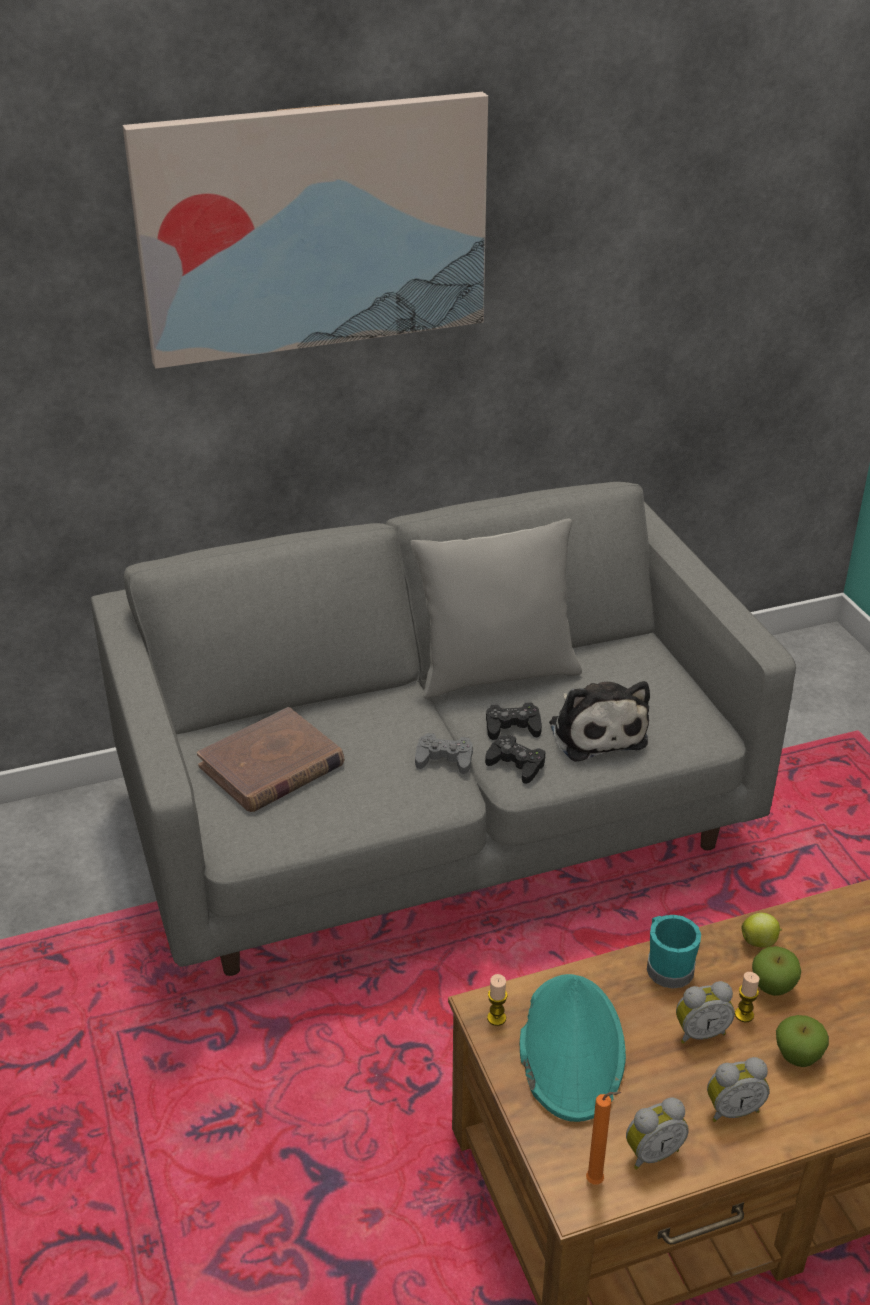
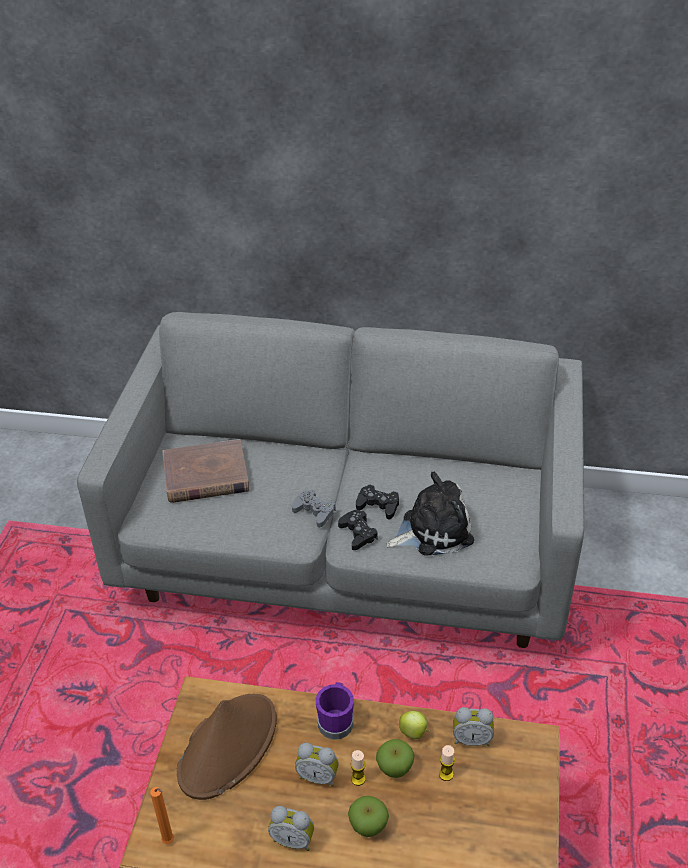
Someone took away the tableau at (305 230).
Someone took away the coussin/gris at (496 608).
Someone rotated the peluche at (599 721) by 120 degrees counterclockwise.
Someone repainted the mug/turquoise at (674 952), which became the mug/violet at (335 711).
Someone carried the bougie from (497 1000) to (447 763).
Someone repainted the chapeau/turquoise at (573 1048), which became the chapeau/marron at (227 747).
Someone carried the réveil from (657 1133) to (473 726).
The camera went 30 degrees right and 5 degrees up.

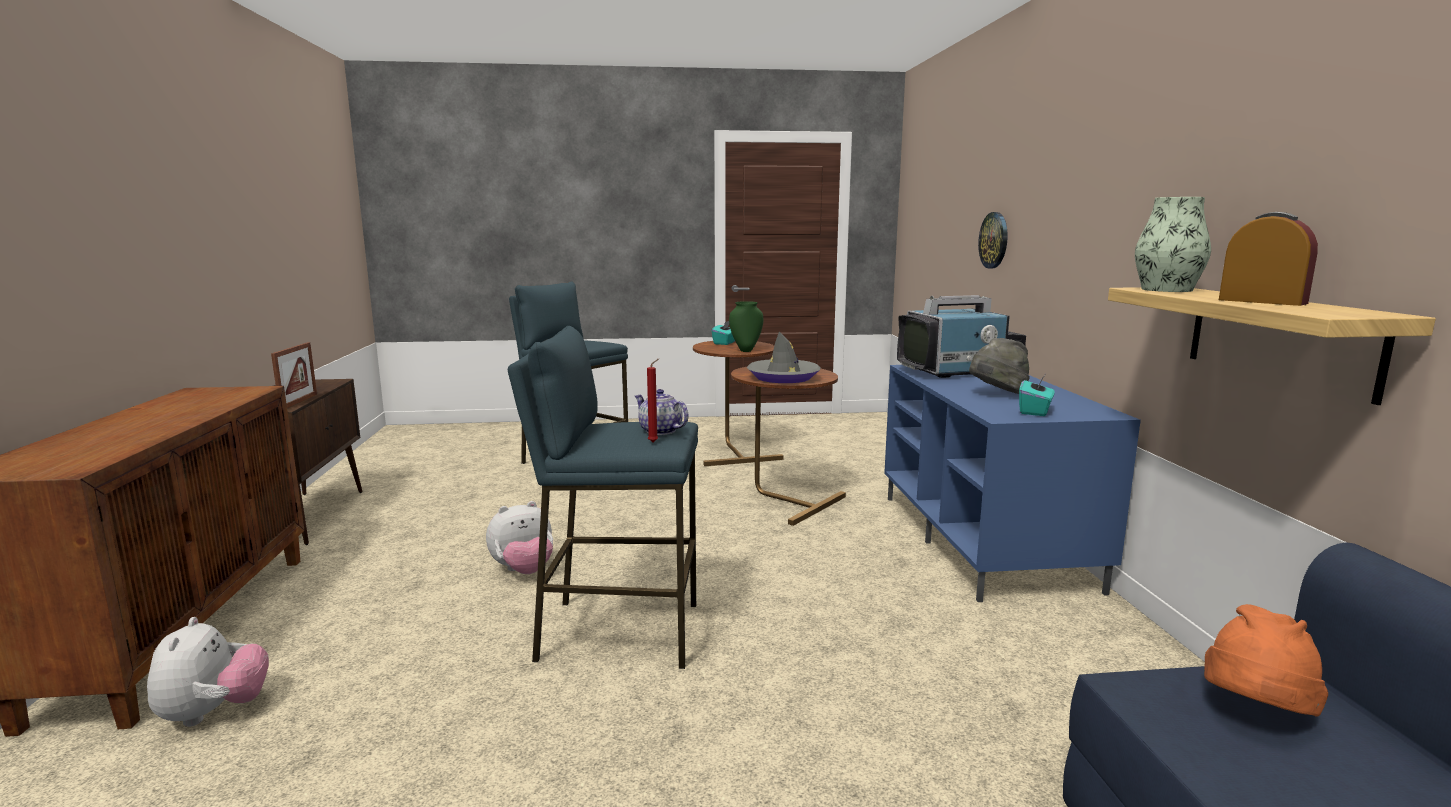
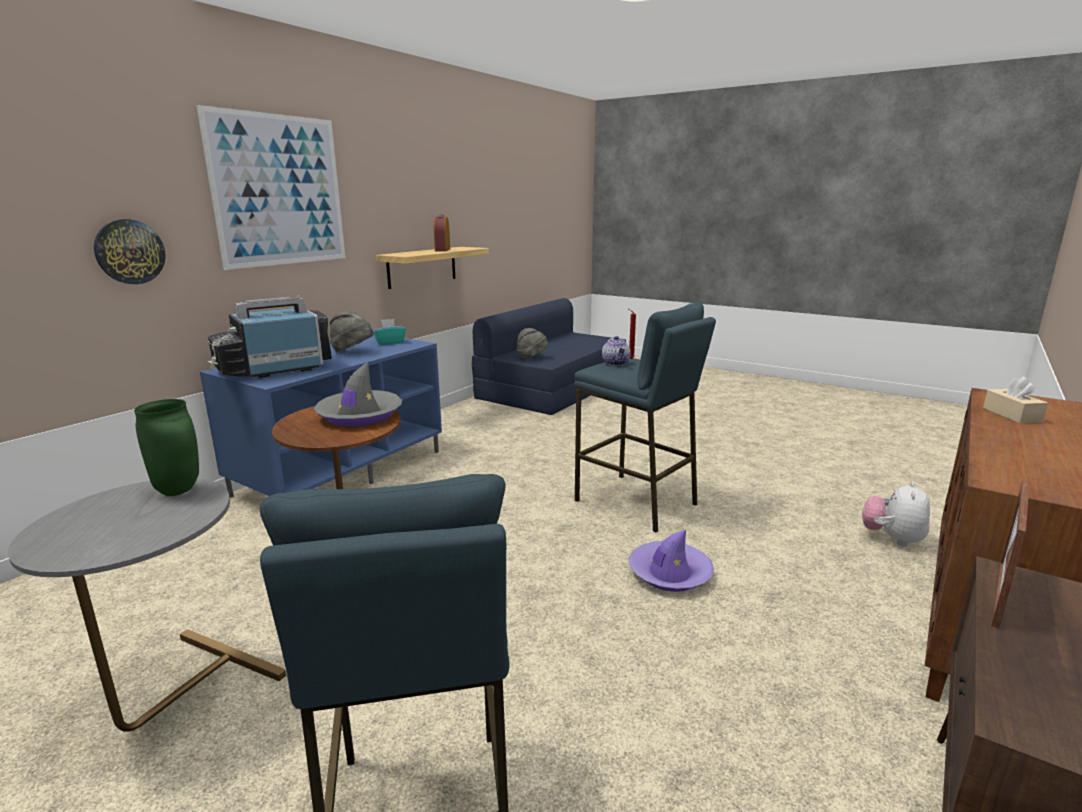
Someone took away the vase at (1173 244).
Someone rotated the téléviseur at (961 336) by 60 degrees counterclockwise.
Someone took away the boîte à mouchoirs/turquoise at (723 333).
Someone repainted the table d'appoint/marron at (738 403), which became the table d'appoint/gris at (147 605).
Someone swapped the peluche at (519 537) for the chapeau/violet at (671 561).
Someone repainted the chapeau/orange at (1266 660), which became the chapeau/gris at (532 343).
Someone put up the tableau at (270 187).
Someone put down the boîte à mouchoirs/beige at (1015 400).
The camera went 140 degrees left and 5 degrees up.

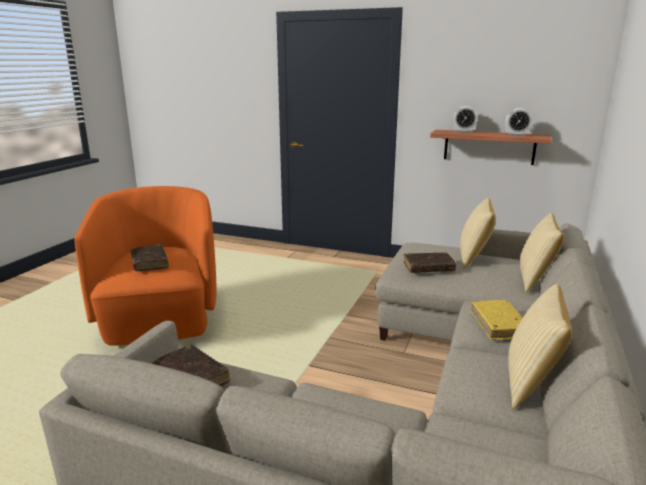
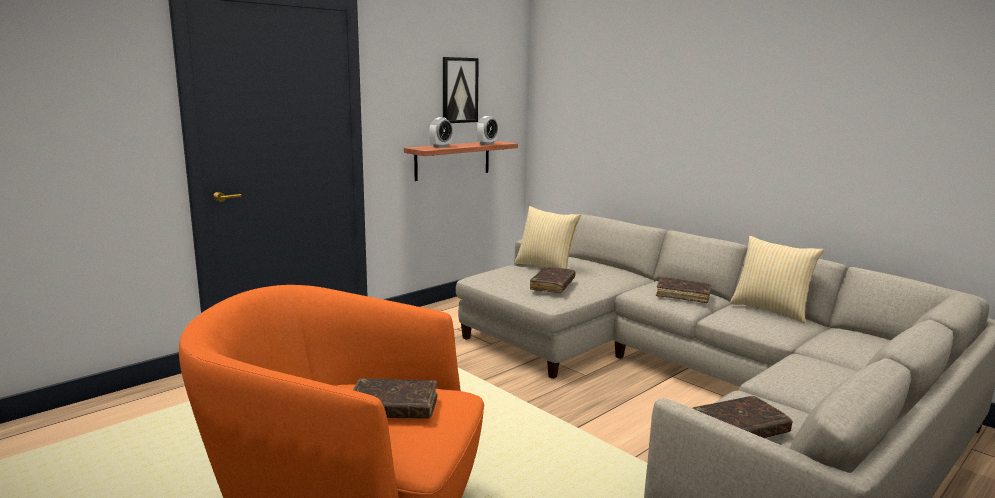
Someone took away the coussin at (542 252).
Someone repainted the livre/jaune at (496 320), which became the livre/marron at (684 290).
Someone put up the tableau at (461 90).
The camera went 65 degrees left and 5 degrees down.

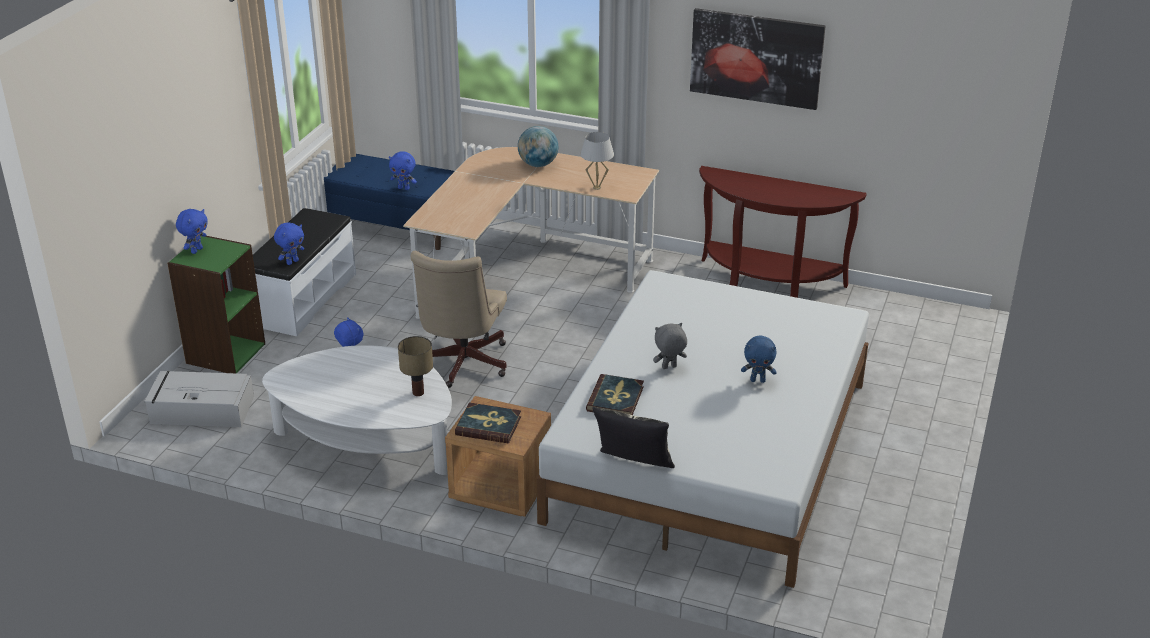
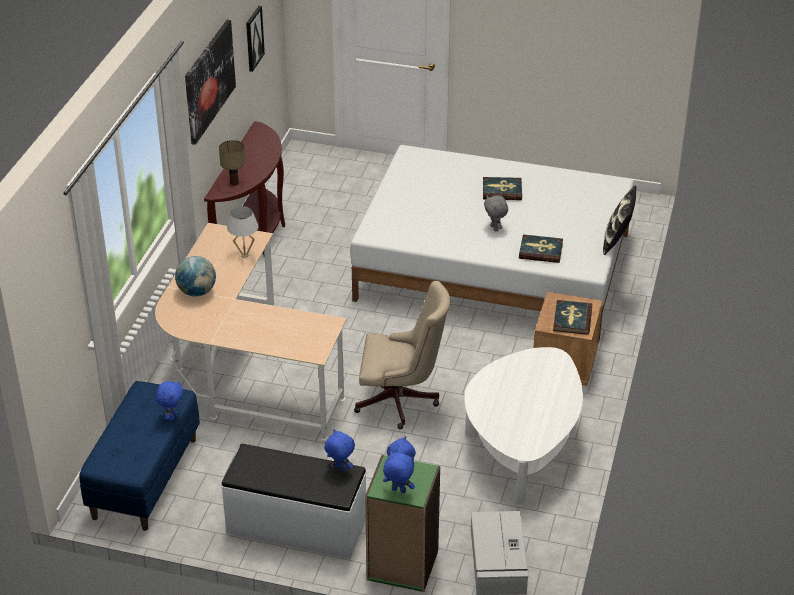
Someone swapped the peluche/bleu at (758 359) for the livre at (502 188).
Someone carried the lampe de table from (415 366) to (232 163).
Someone put up the tableau at (255 39).
The camera went 95 degrees left and 5 degrees up.

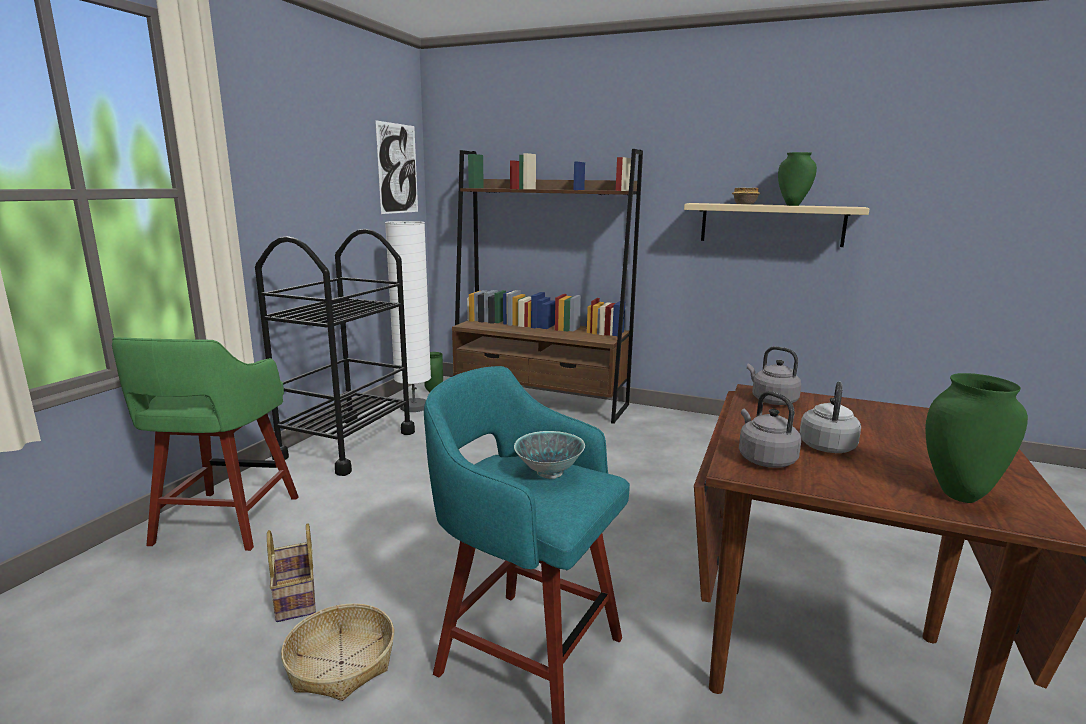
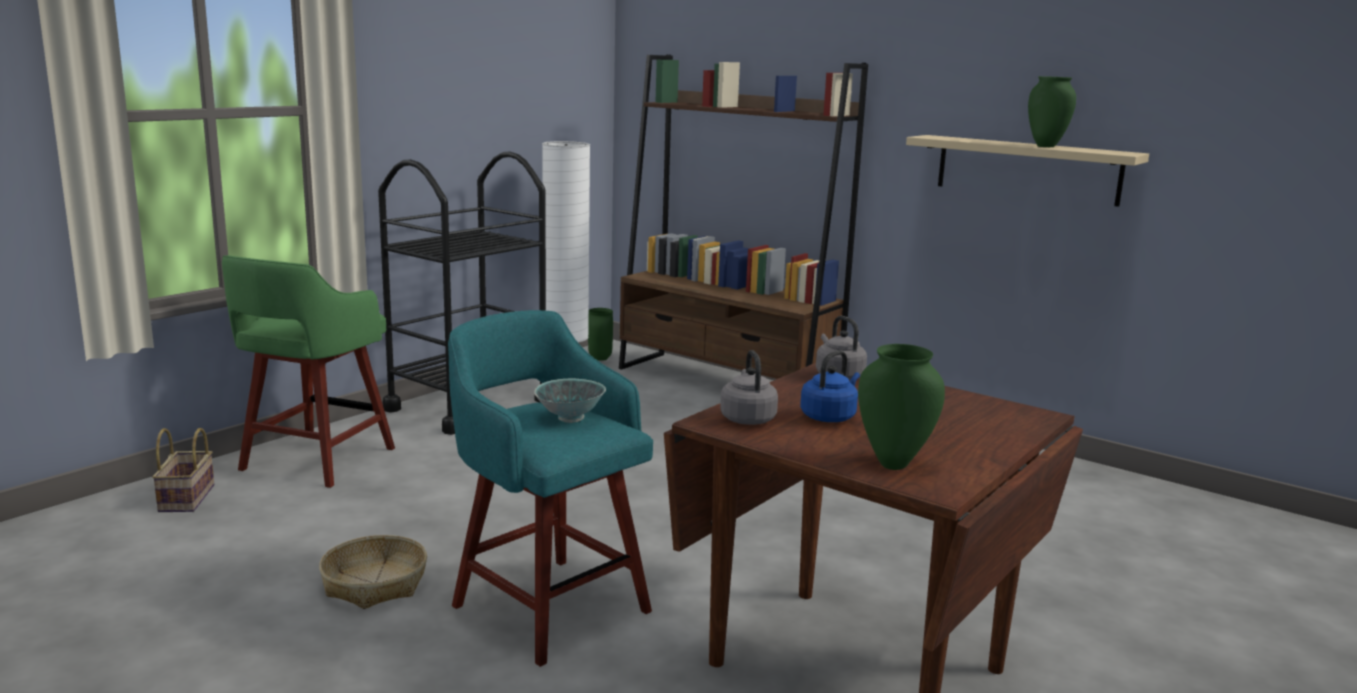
Someone took away the tableau at (396 167).
Someone took away the bol at (746 196).
Someone repainted the bouilloire/gris at (830 417), which became the bouilloire/bleu at (830 386).
Someone carried the panier from (291 572) to (183 470).
The camera went 15 degrees right and 0 degrees up.

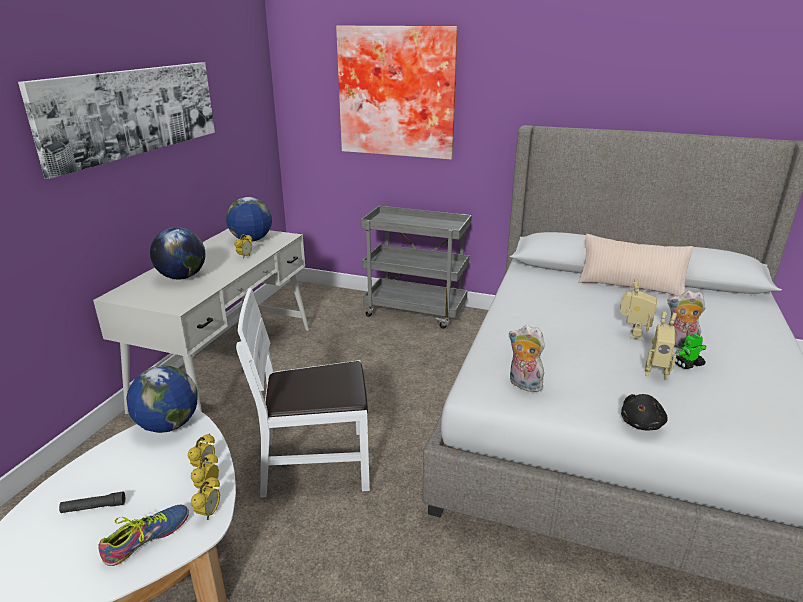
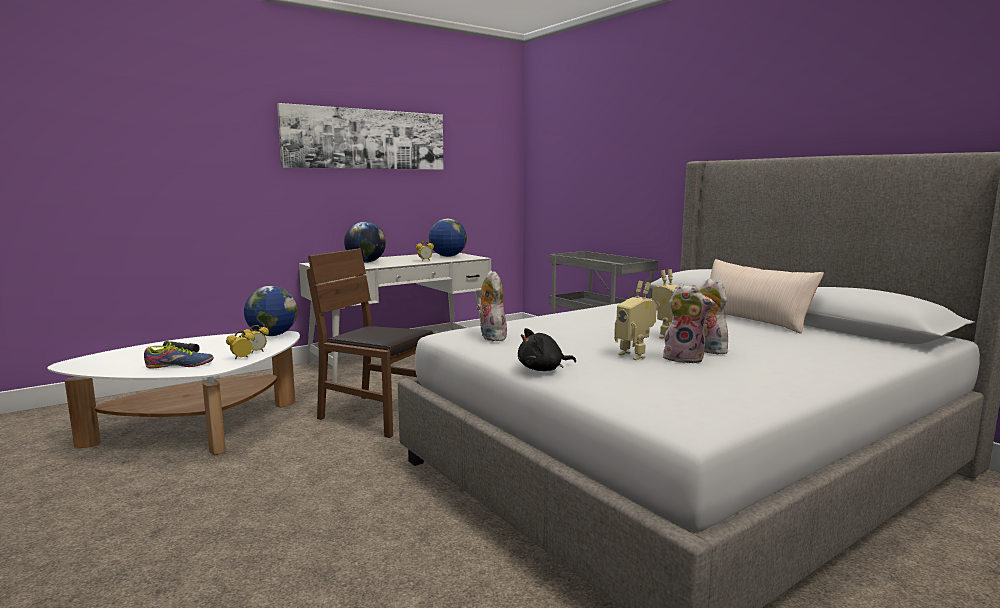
Someone took away the tableau at (397 92).
Someone repainted the chaise/blanc at (303 393), which became the chaise/marron at (371 343).
Someone swapped the robot jouet at (689 351) for the peluche at (689 324).
Someone took away the réveil at (205 498).
The camera went 35 degrees right and 15 degrees down.

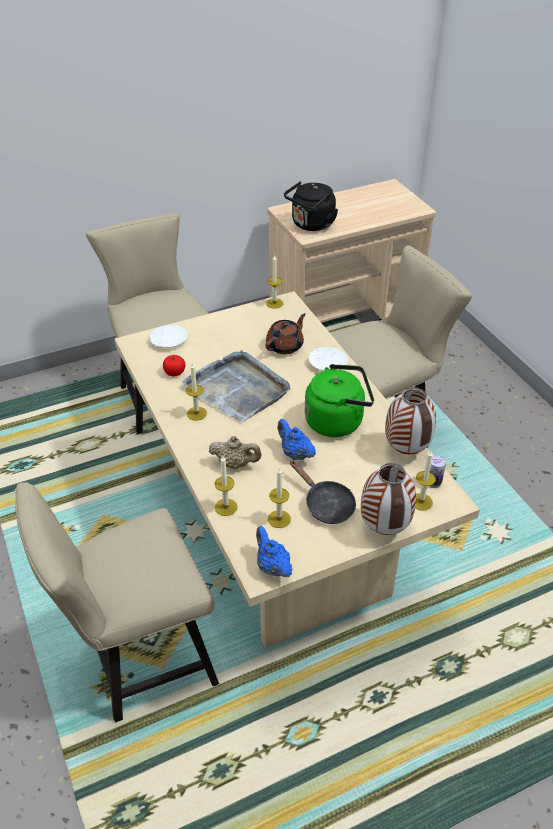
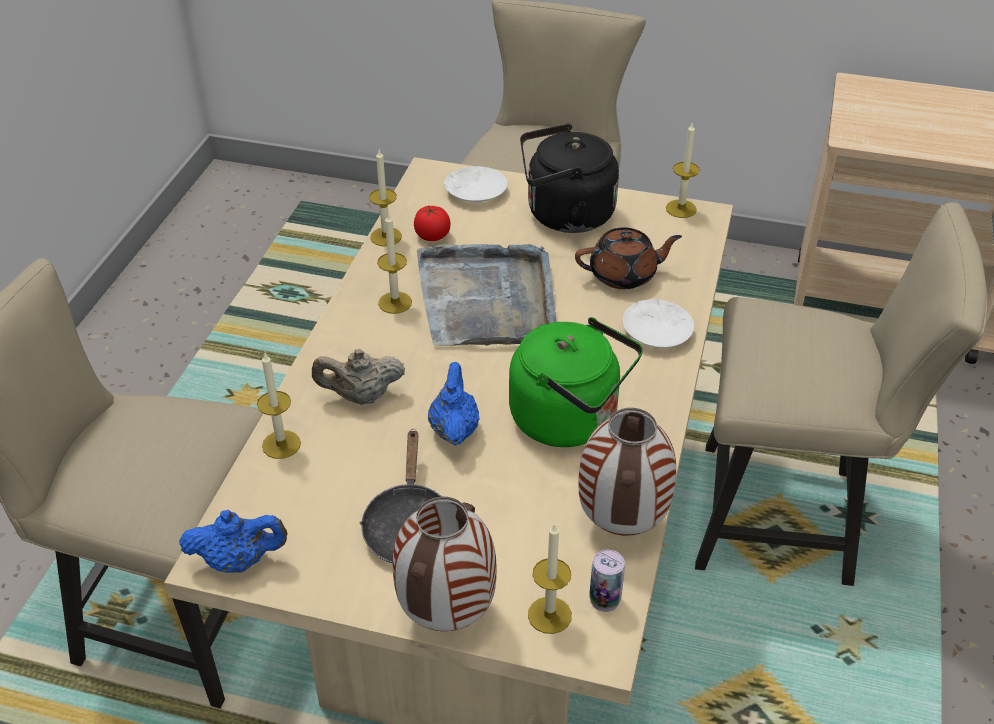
Someone carried the bouilloire/noir from (311 206) to (569 178).
Someone rotated the théière/beige at (235 452) by 120 degrees clockwise.
Someone carried the bougie from (279 497) to (385 198).
Someone rotated the théière/bleu at (274 551) by 75 degrees clockwise.
The camera went 40 degrees right and 0 degrees up.

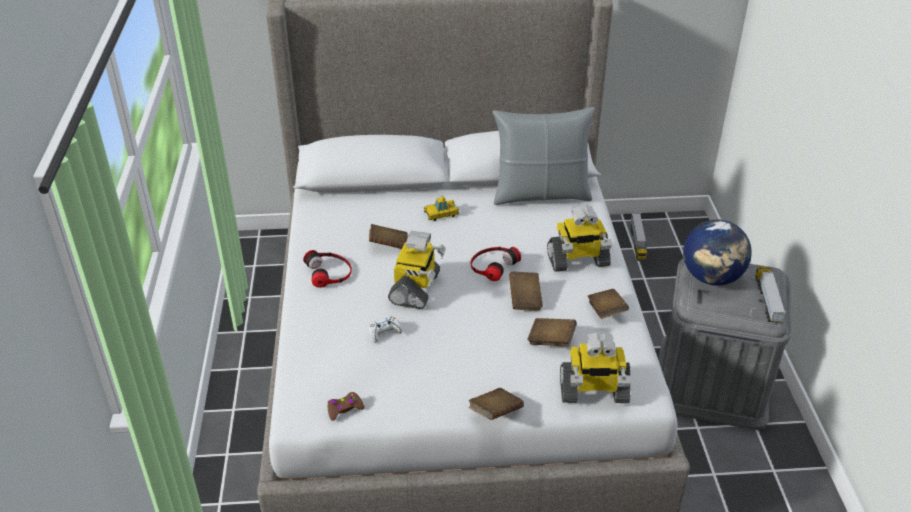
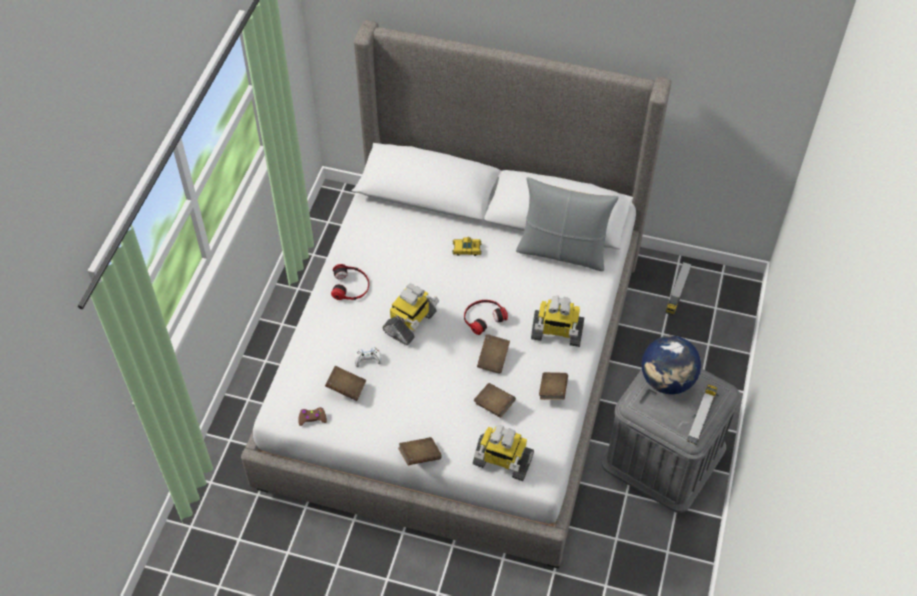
Someone carried the livre/marron from (388 236) to (345 383).
The camera went 20 degrees right and 15 degrees up.

